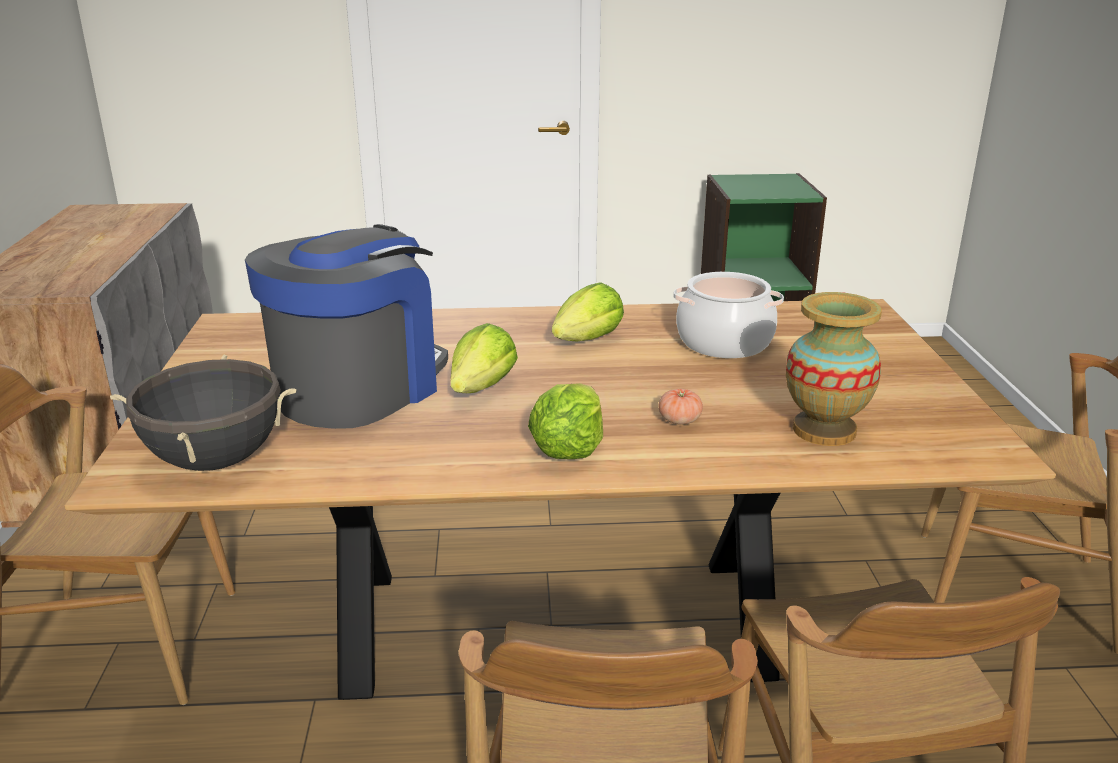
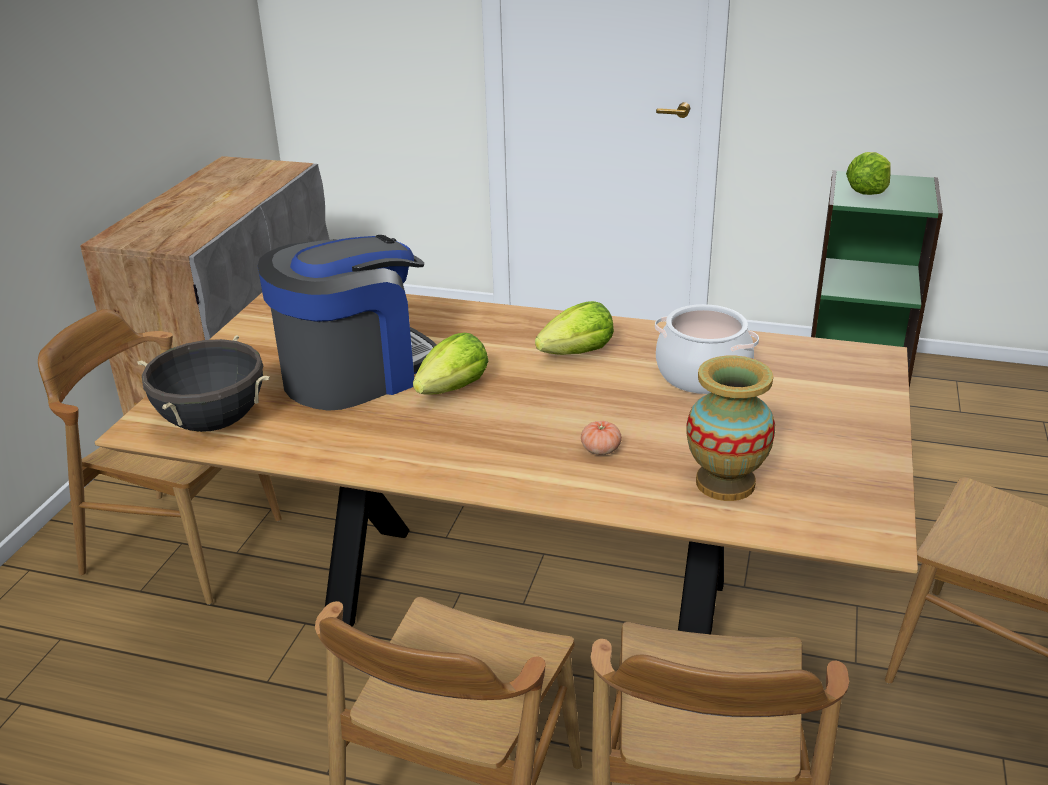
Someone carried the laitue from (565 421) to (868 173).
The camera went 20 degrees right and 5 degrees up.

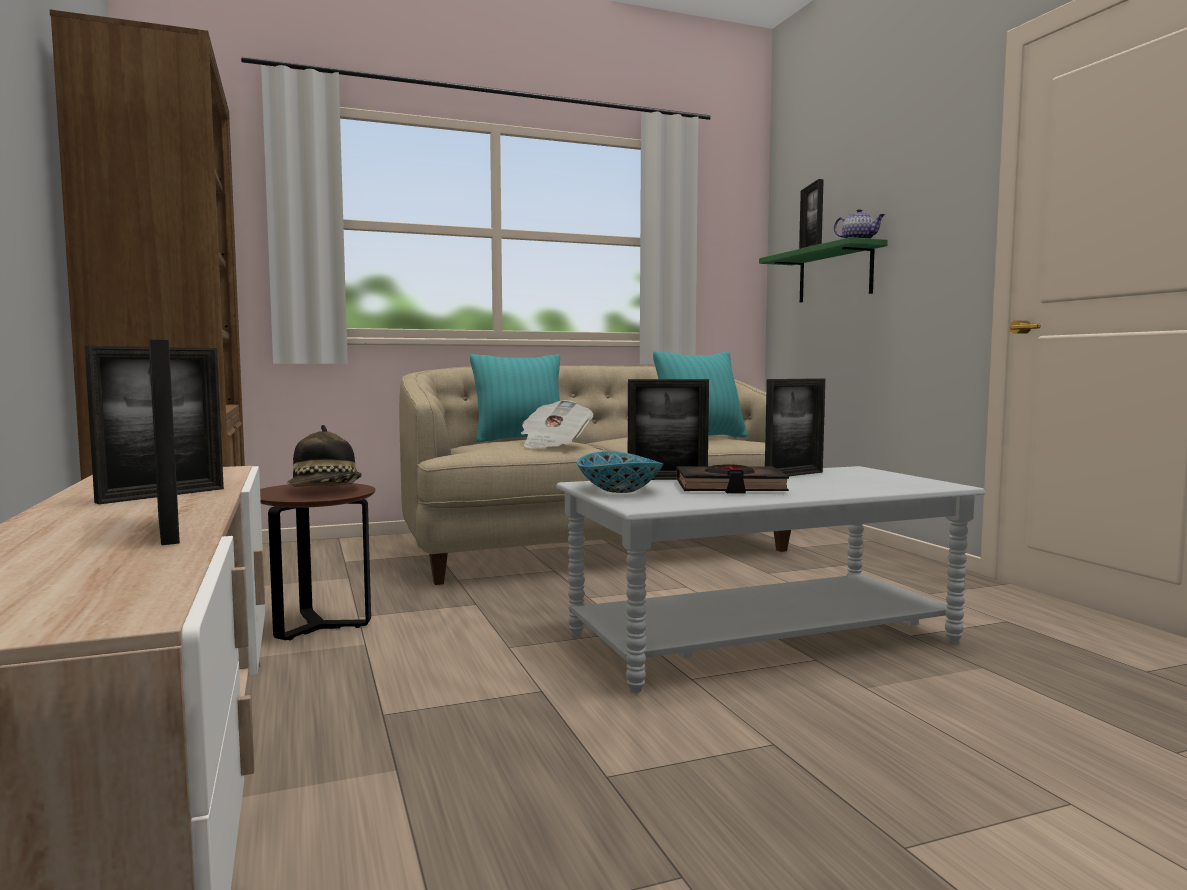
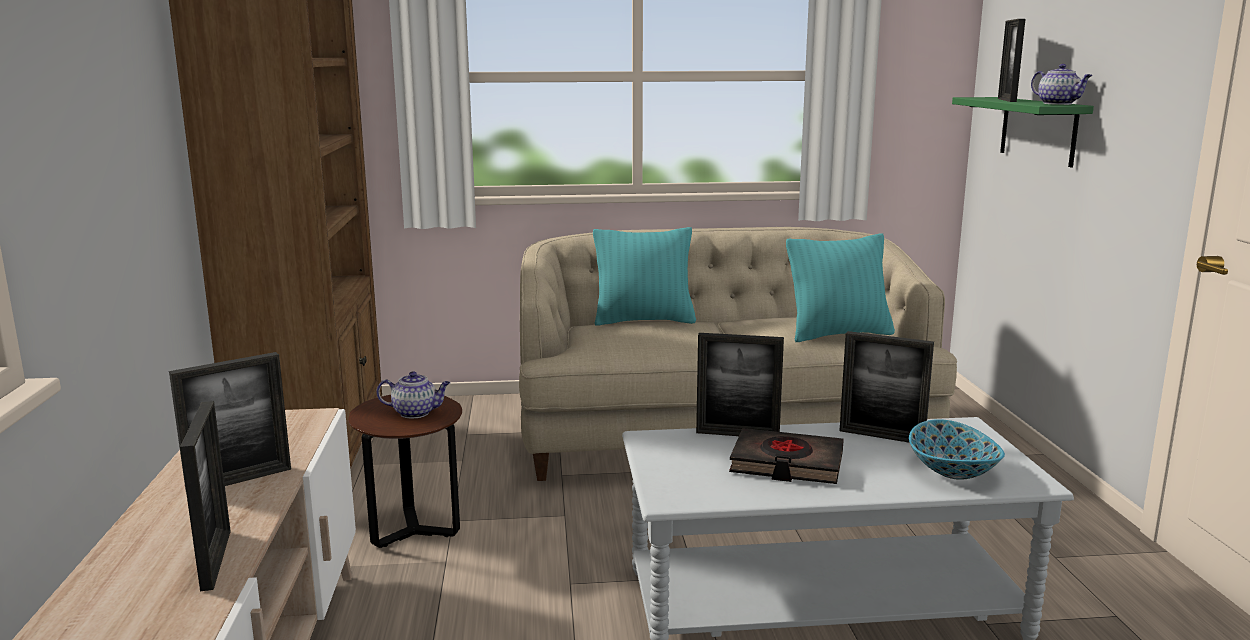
Someone rotated the cadre photo at (795 427) by 45 degrees clockwise.
Someone took away the journal at (557 424).
Someone swapped the chapeau at (324 456) for the théière at (413 394).
Someone carried the bol from (620 472) to (957 449).
The camera went 15 degrees right and 10 degrees up.

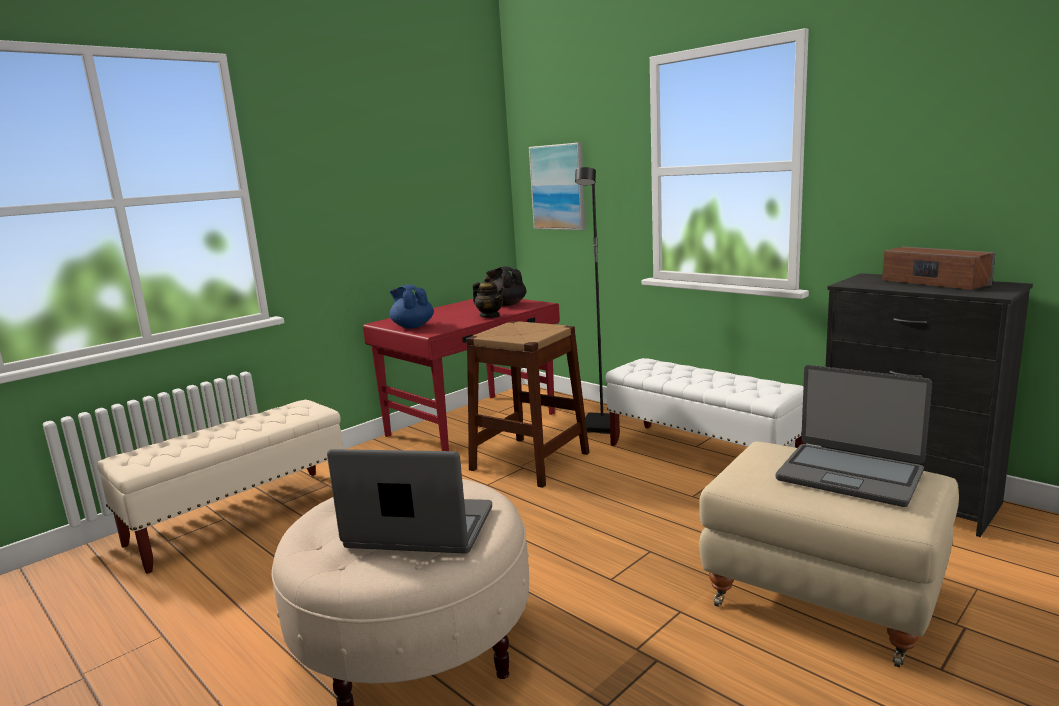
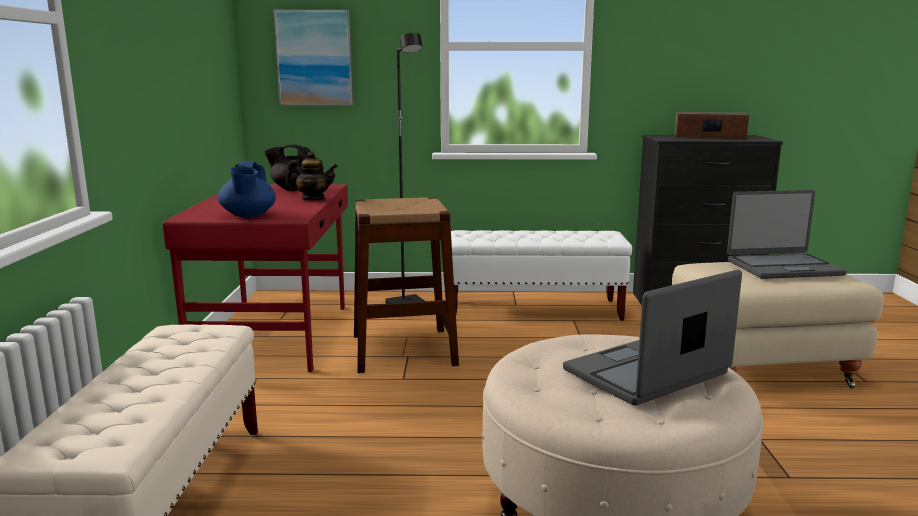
Someone rotated the théière/bleu at (411 306) by 105 degrees counterclockwise.
The camera went 45 degrees left and 0 degrees up.

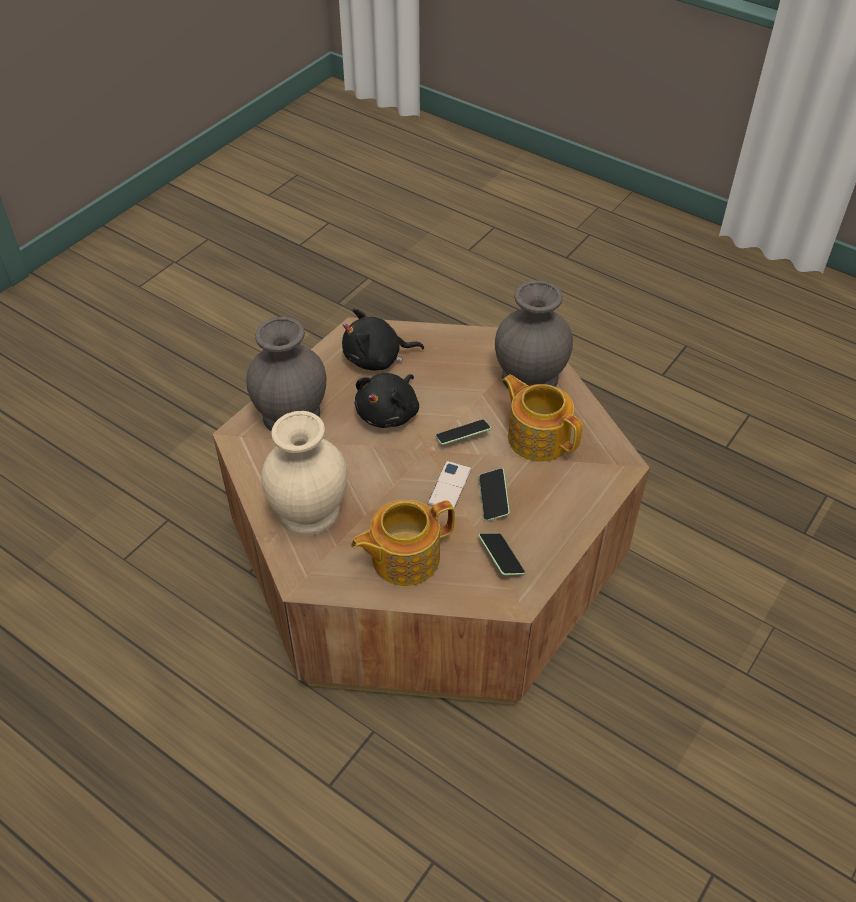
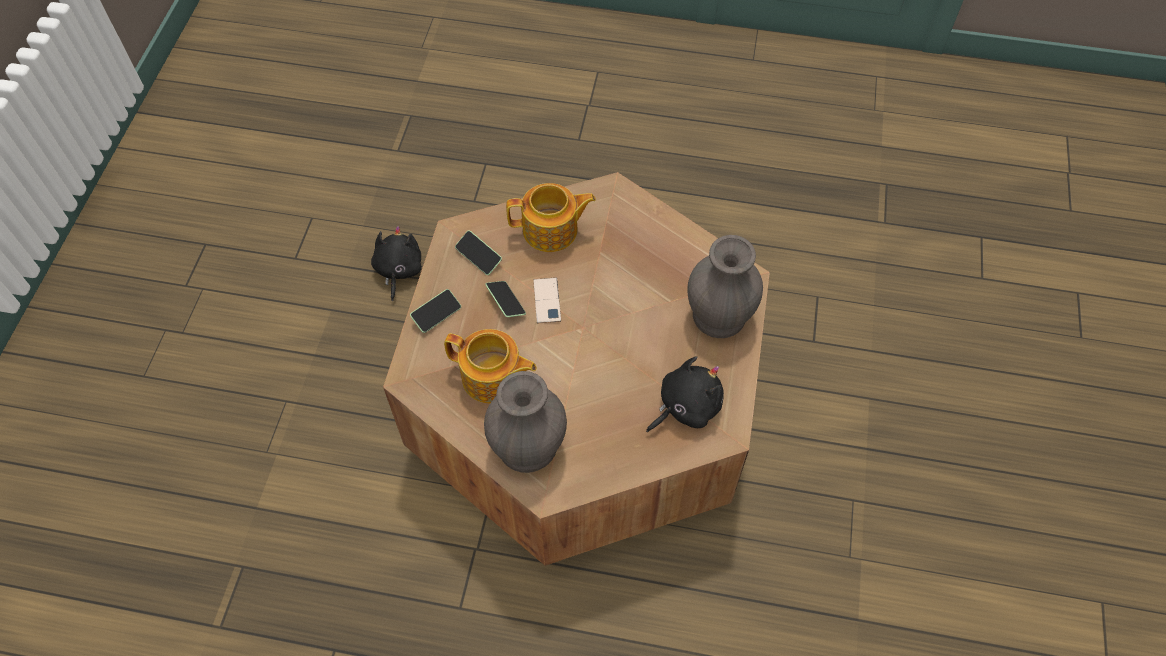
Someone carried the peluche/noir from (387 400) to (396 263).
Someone took away the vase/beige at (304 473).
Someone carried the téléphone from (463 432) to (435 311).
Someone rotated the théière at (403 543) by 45 degrees clockwise.
The camera went 155 degrees right and 10 degrees up.

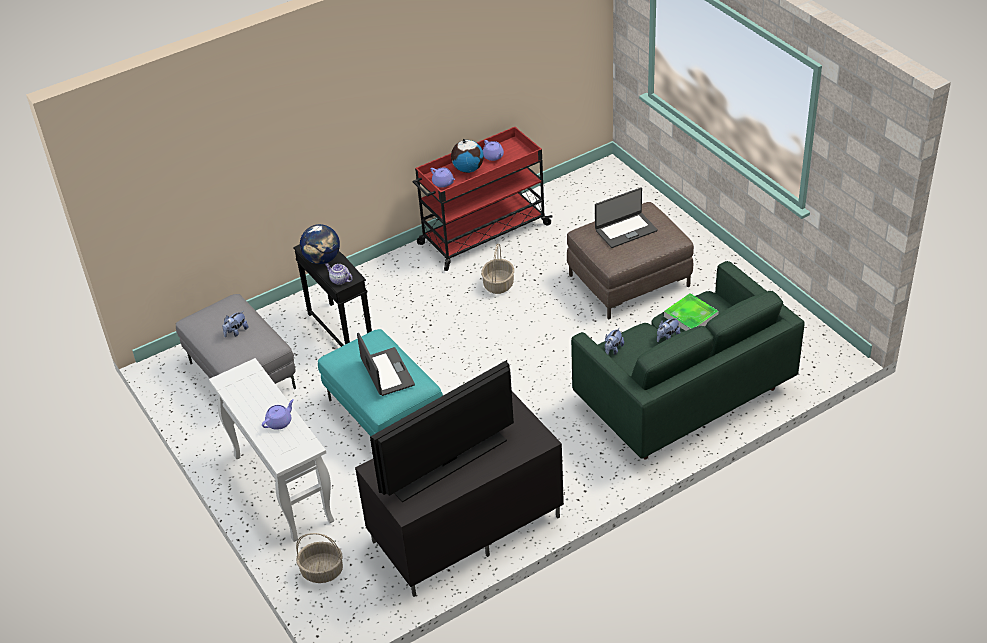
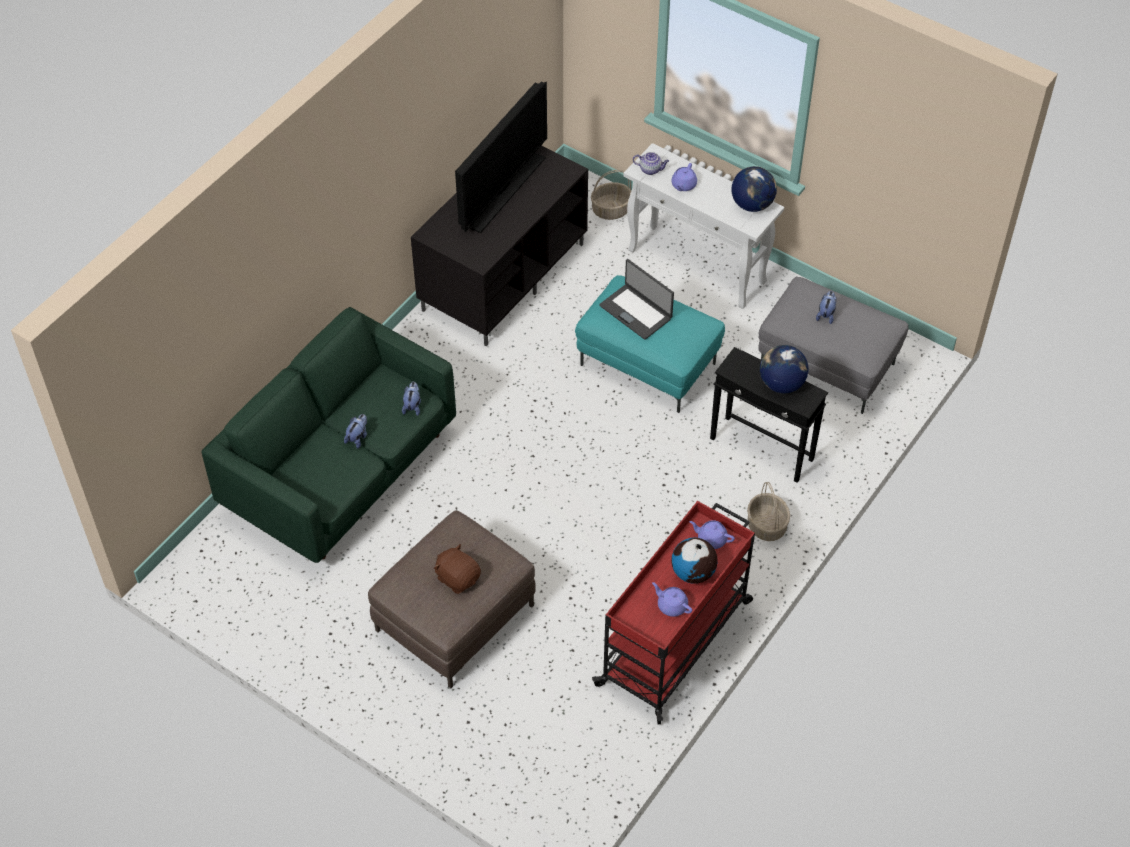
Someone swapped the ordinateur portable at (626 218) for the peluche/marron at (457 569).
Someone carried the panier from (497 269) to (768 511).
Someone carried the théière from (339 274) to (651 163).
Someone took away the plateau at (691 312).
Someone put down the globe at (754 189).
The camera went 155 degrees right and 10 degrees up.

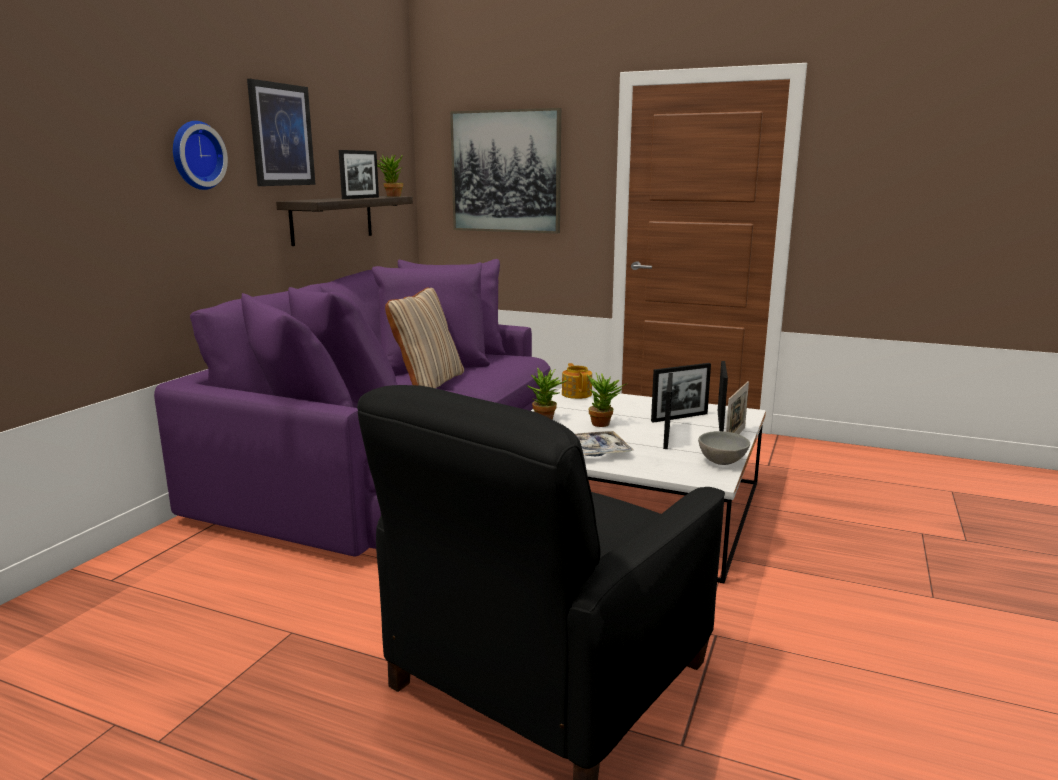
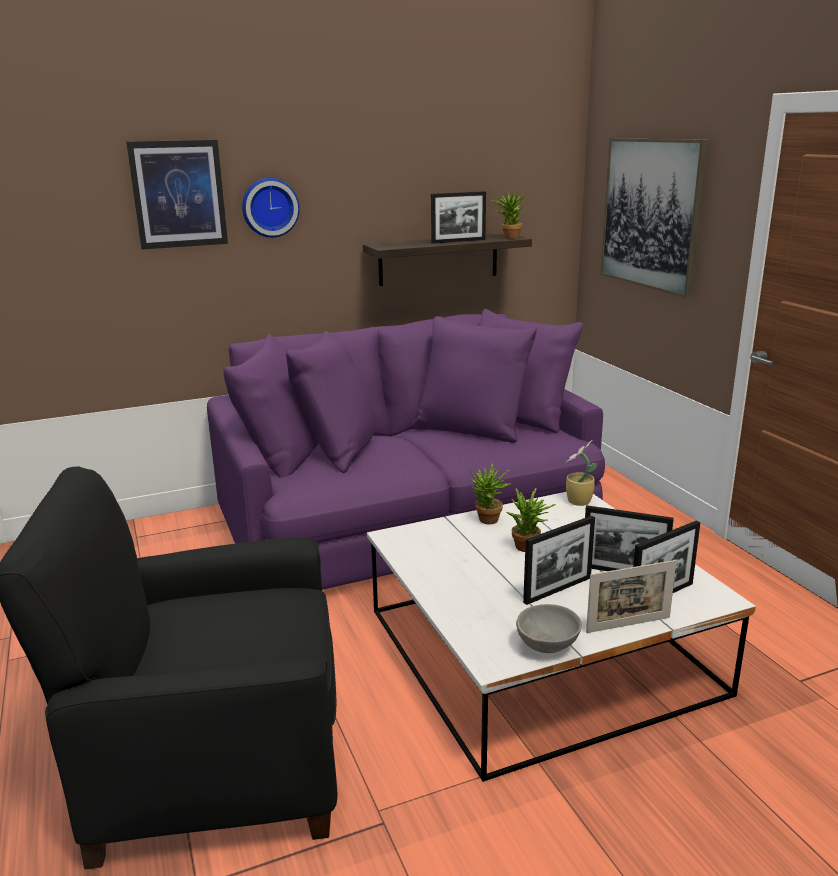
Someone carried the tableau from (281 132) to (177 194).
Someone took away the coussin/beige at (424 337).
Someone swapped the théière at (577 381) for the plante en pot at (581 473).
Someone took away the plateau at (604 443).
The camera went 45 degrees right and 5 degrees up.

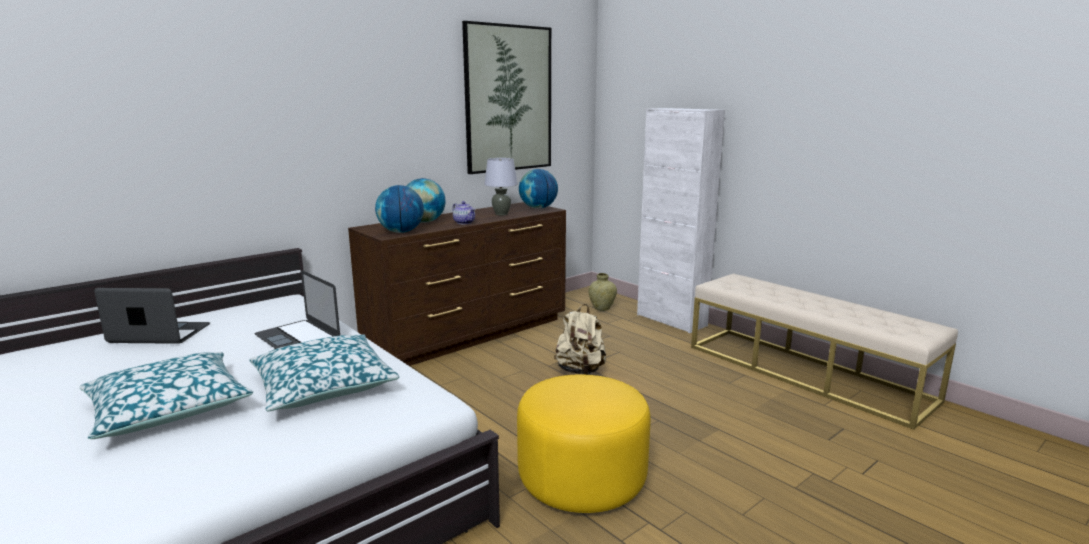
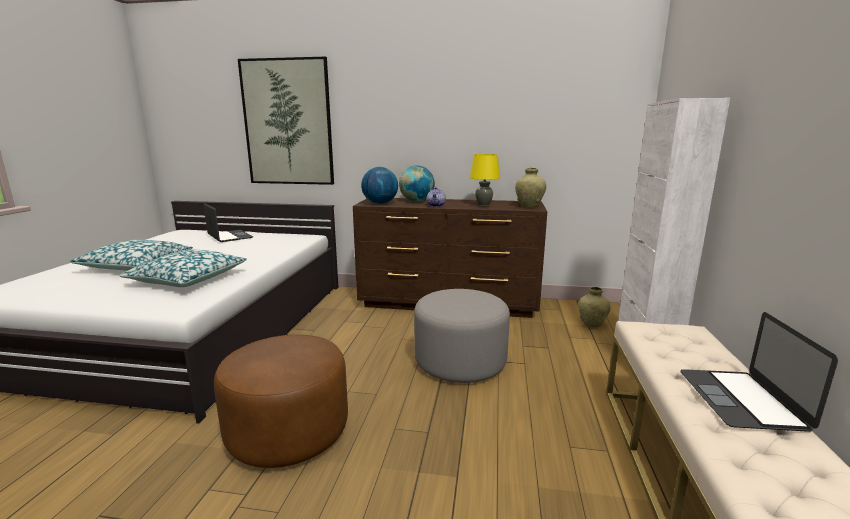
Someone carried the tableau from (506 97) to (286 121).
Someone repainted the lampe de table/gris at (501 186), which became the lampe de table/jaune at (485 180).
Someone swapped the globe at (538 189) for the vase/beige at (530 188).
Someone carried the ordinateur portable from (297 309) to (759 372).
Someone swapped the sac à dos/beige at (580 339) for the pouf/gris at (462 336).
Someone repainted the pouf/jaune at (584 443), which became the pouf/marron at (281 401).
The camera went 50 degrees right and 0 degrees up.

